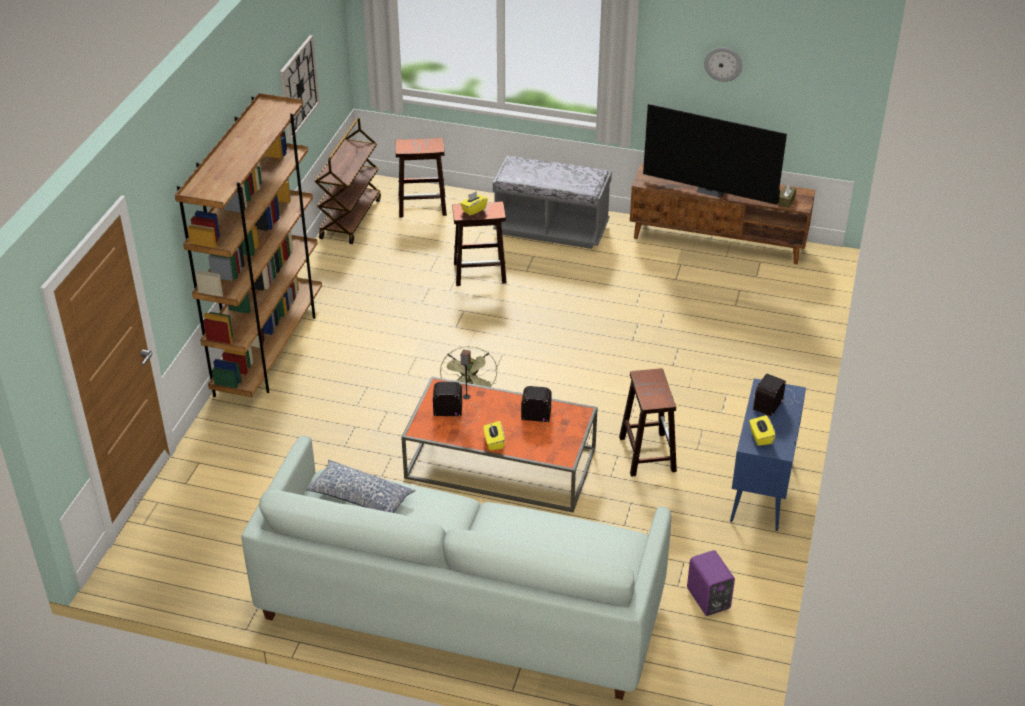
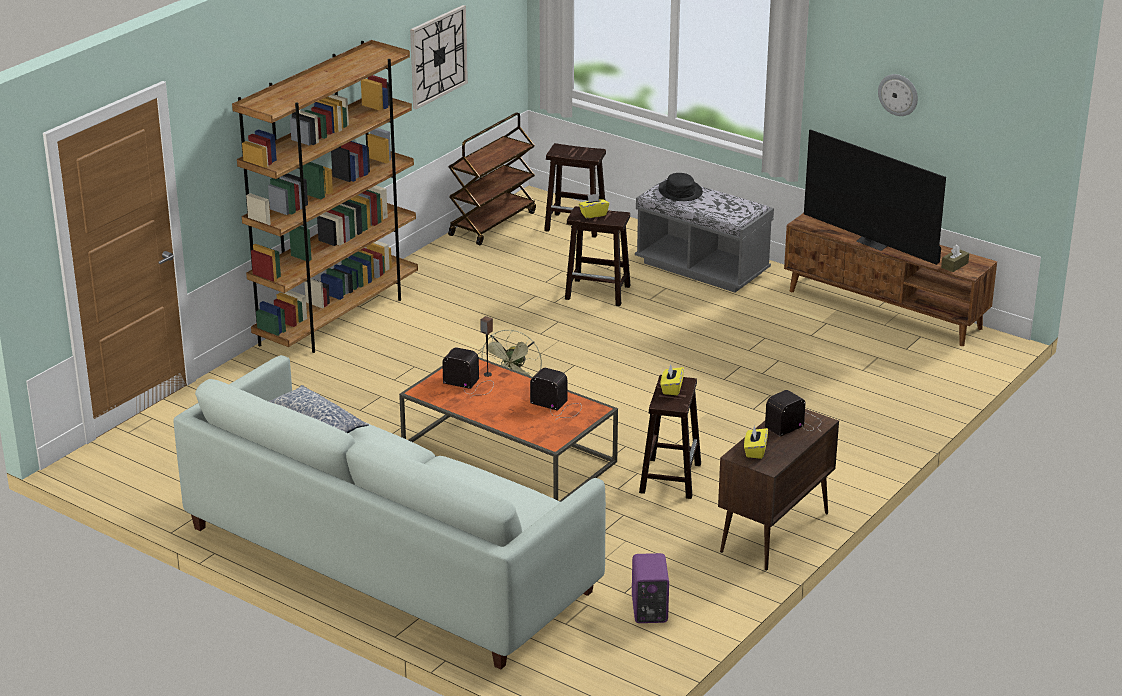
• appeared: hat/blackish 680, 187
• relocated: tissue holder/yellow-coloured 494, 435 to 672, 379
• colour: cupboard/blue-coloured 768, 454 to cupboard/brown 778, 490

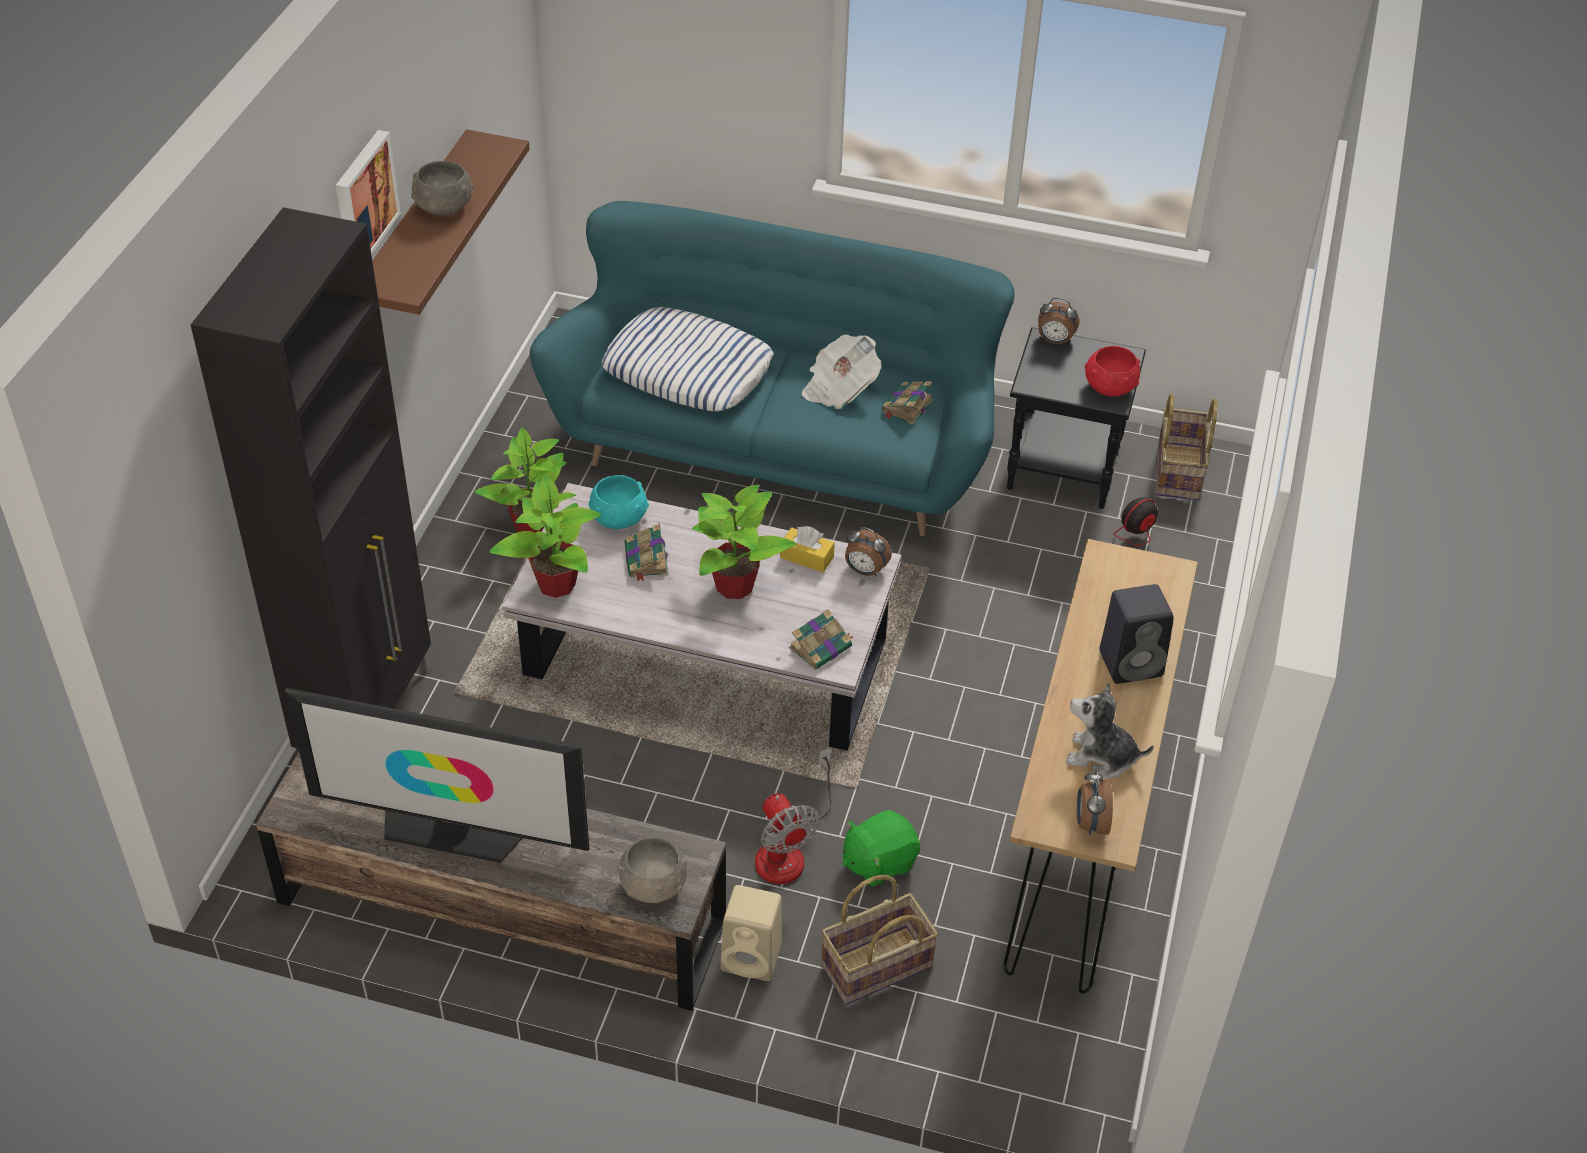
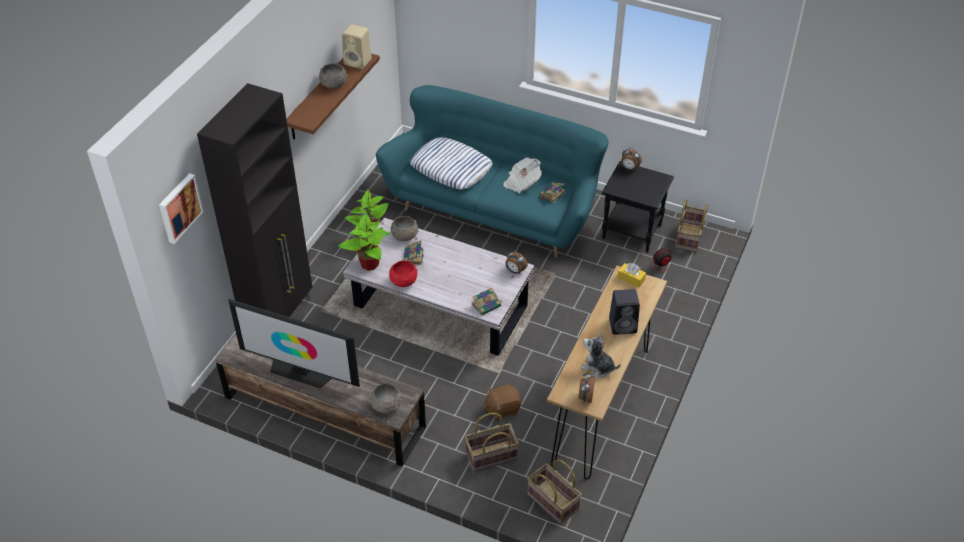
• missing: houseplant 744, 541
• missing: electric fan 793, 815
• appeared: basket 554, 492
• relocated: wall picture 368, 192 to 181, 208
• relocated: audio speaker/beige 751, 933 to 357, 46
• relocated: tissue holder/yellow-coloured 807, 549 to 632, 275
• relocated: bowl/red 1112, 371 to 403, 273
• colour: bowl/turquoise-coloured 618, 502 to bowl/greyish 405, 228
• colour: plush toy/green 881, 848 to plush toy/brown 502, 402

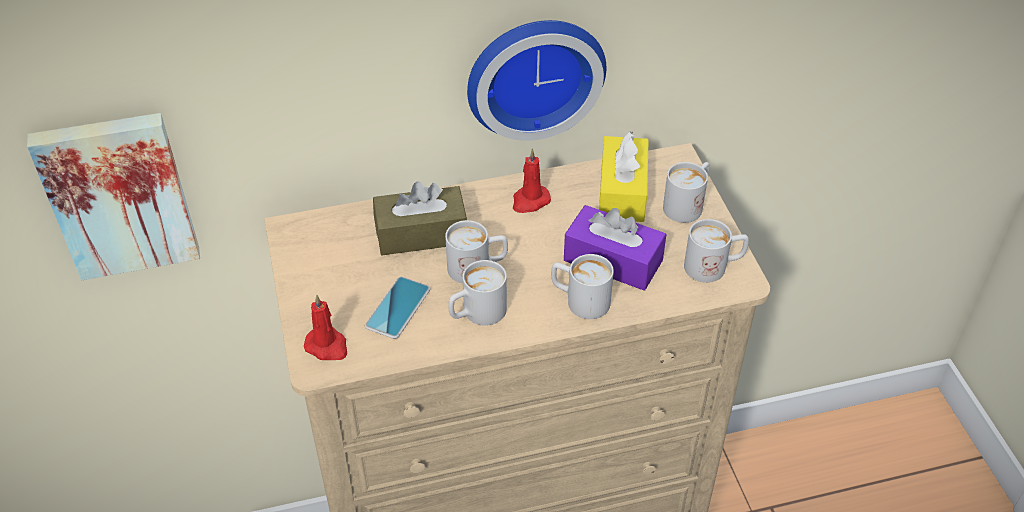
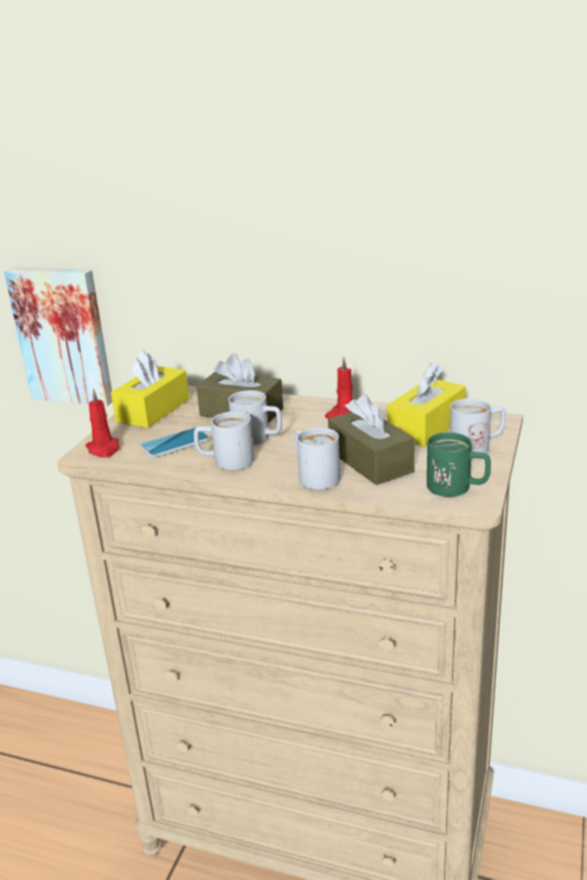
• missing: hanging clock 537, 80
• appeared: tissue holder/yellow-coloured 150, 389
• colour: tissue holder/purple-coloured 615, 248 to tissue holder/brown 371, 439
• colour: coffee mug/whitish 716, 251 to coffee mug/green 459, 464

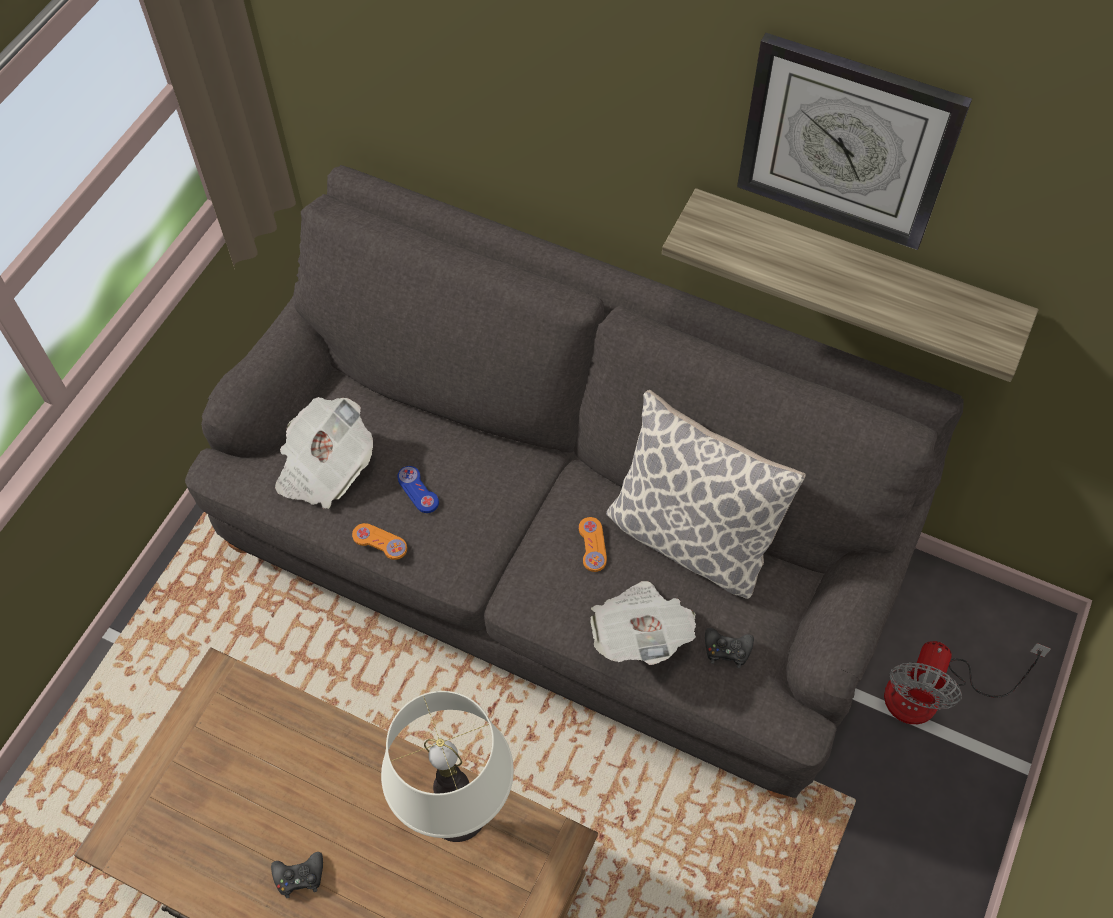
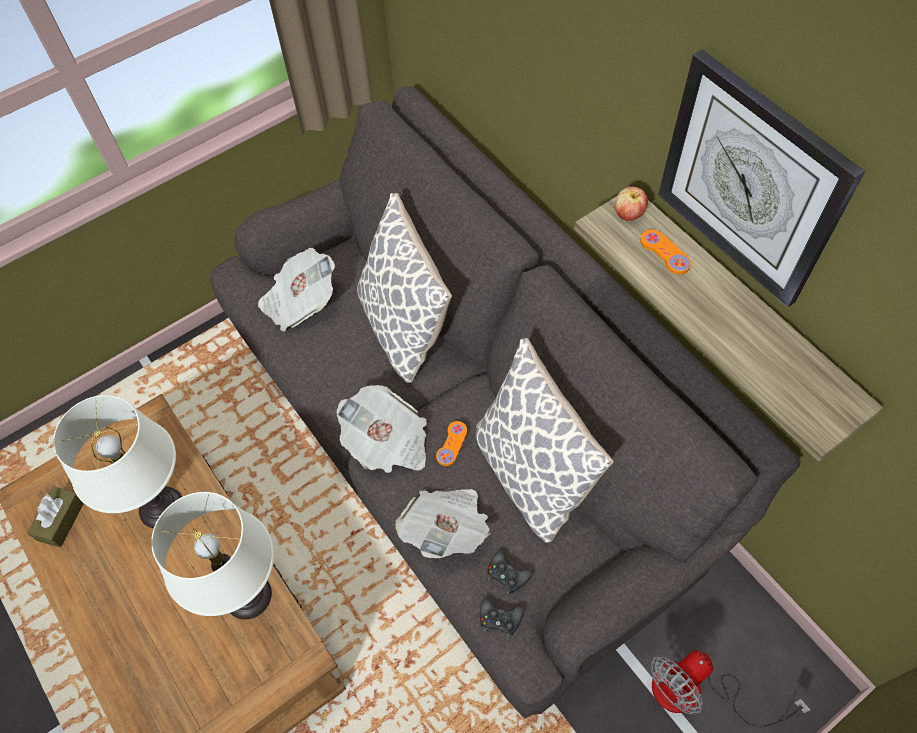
• missing: game controller/blue-coloured 418, 489
• appeared: tissue holder/brown 55, 516
• appeared: lamp for a table/whitish 117, 461
• appeared: daily paper 381, 429
• appeared: cushion 404, 288
• appeared: whole apple 631, 204
• relocated: game controller/blackish 297, 875 to 502, 618
• relocated: game controller/orange-coloured 379, 541 to 665, 252

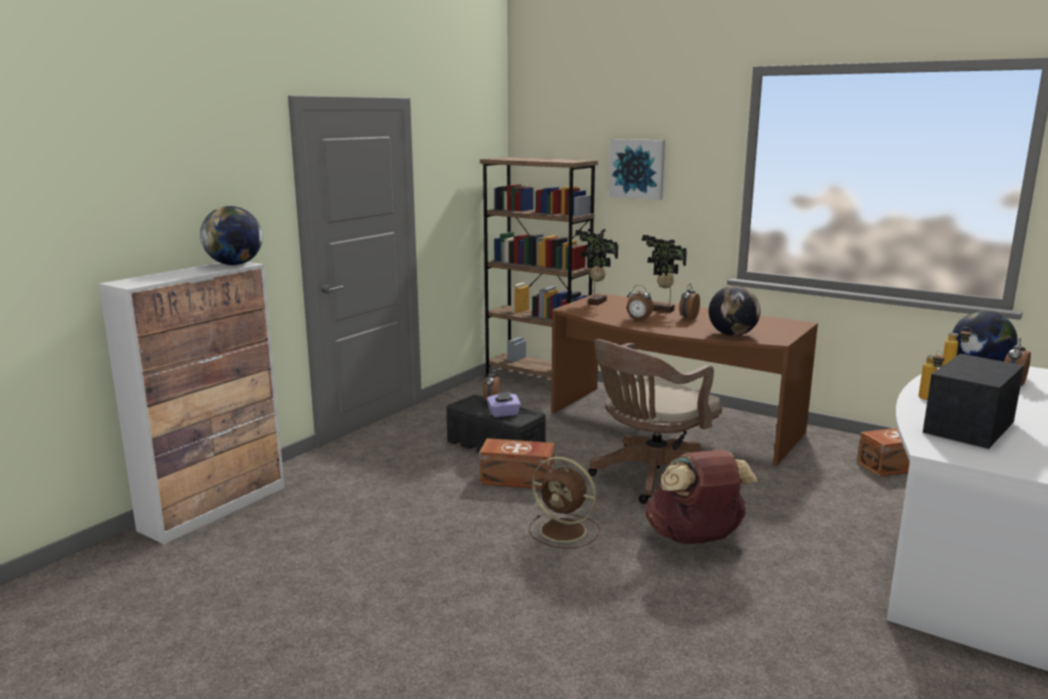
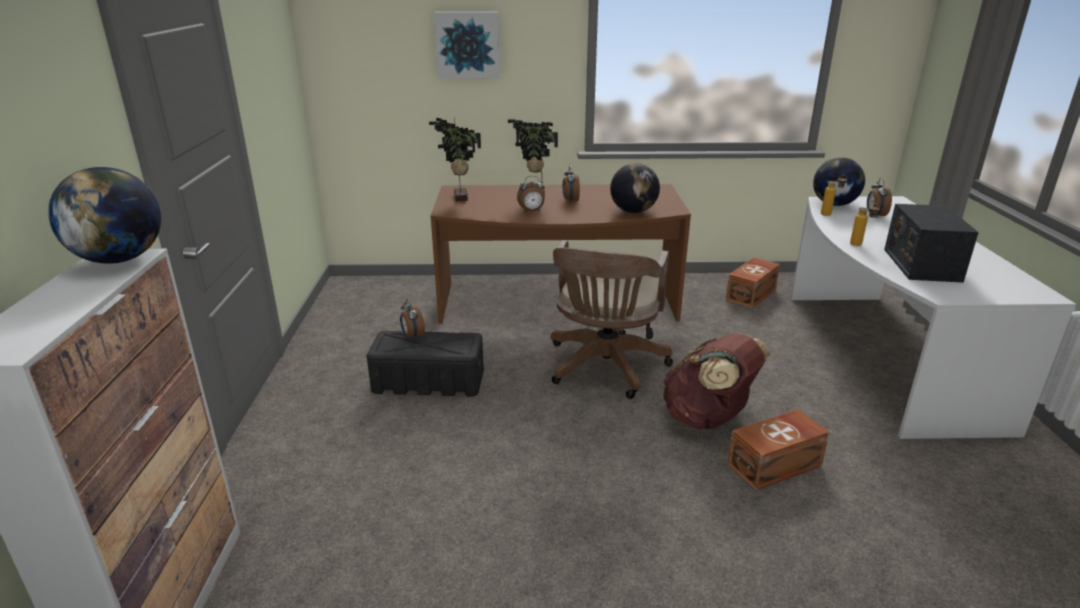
• missing: bookshelf/brown 539, 267
• missing: tissue holder/purple-coloured 504, 404
• missing: electric fan/brown 564, 503
• relocated: storage bin/brown 516, 463 to 778, 450

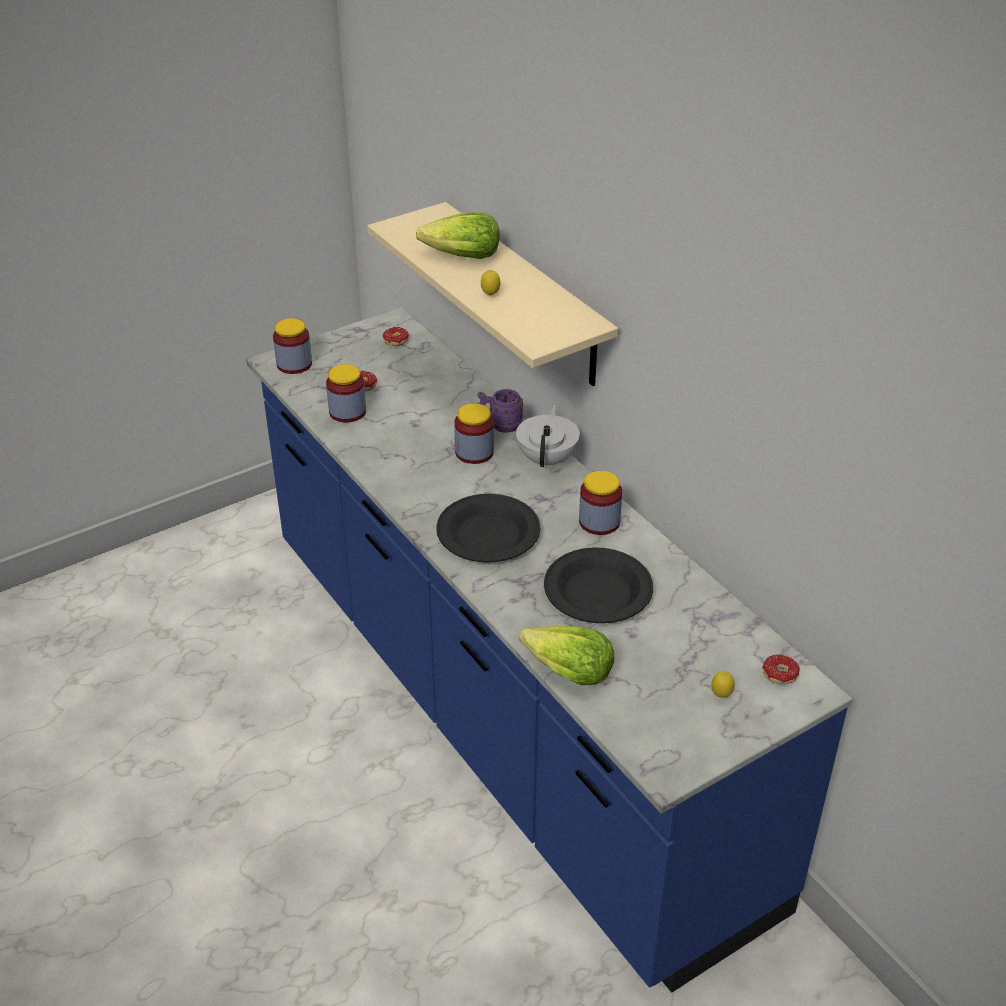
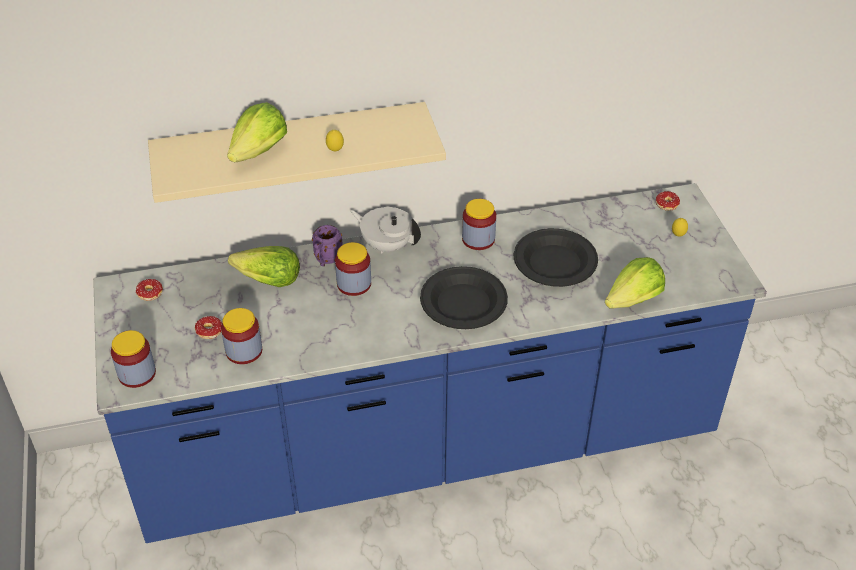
• appeared: lettuce 264, 266

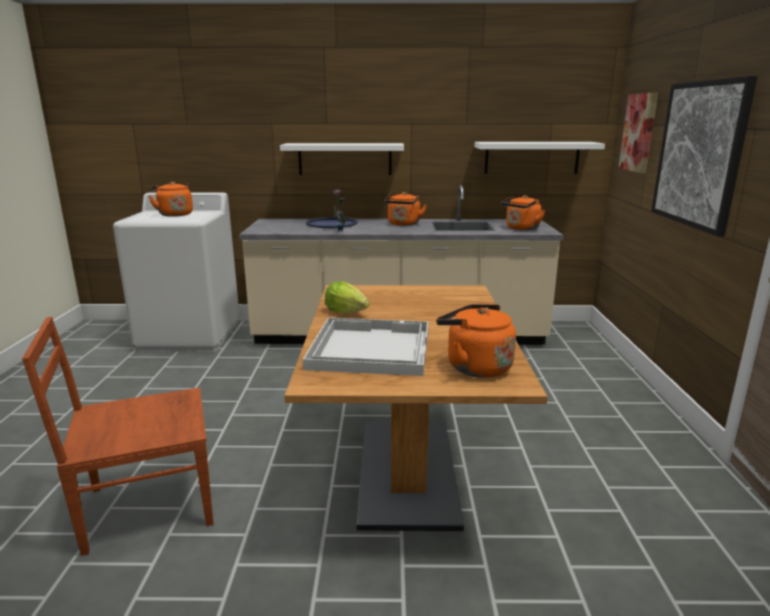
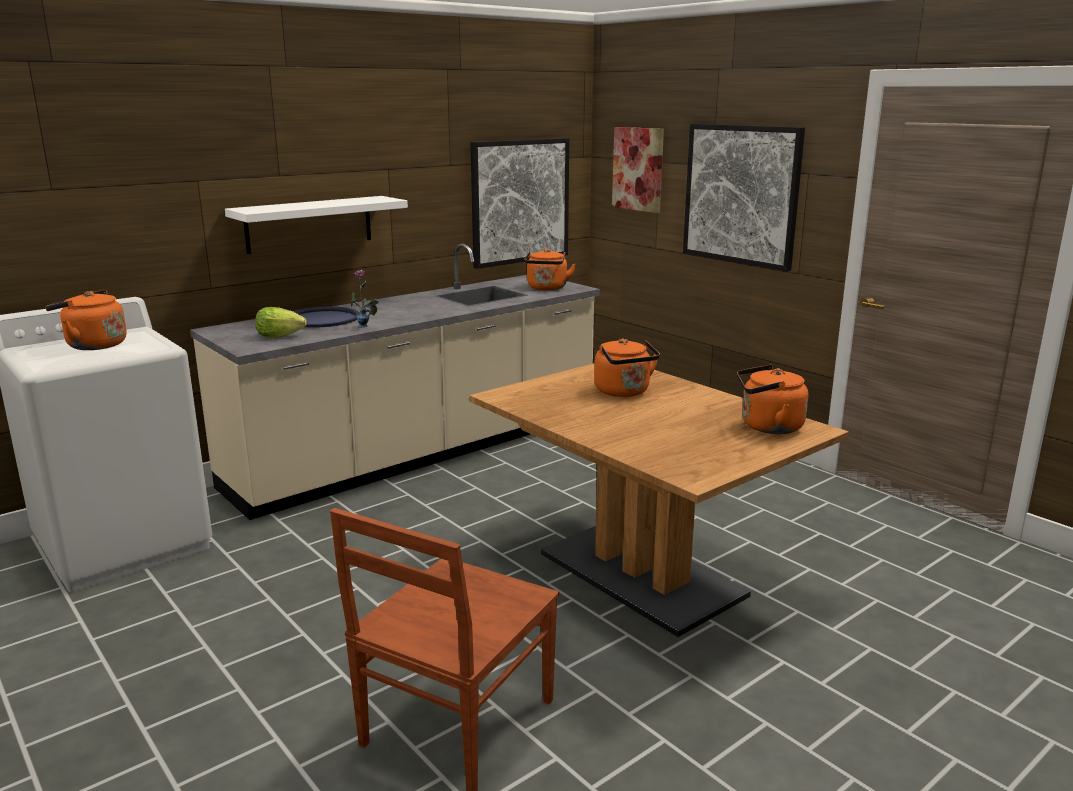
• missing: serving tray/whitish 365, 347
• relocated: lettuce 347, 297 to 281, 322
• relocated: kettle/orange-coloured 405, 209 to 627, 368
• exchanged: shelf/whitish 539, 158 to wall picture 519, 203

